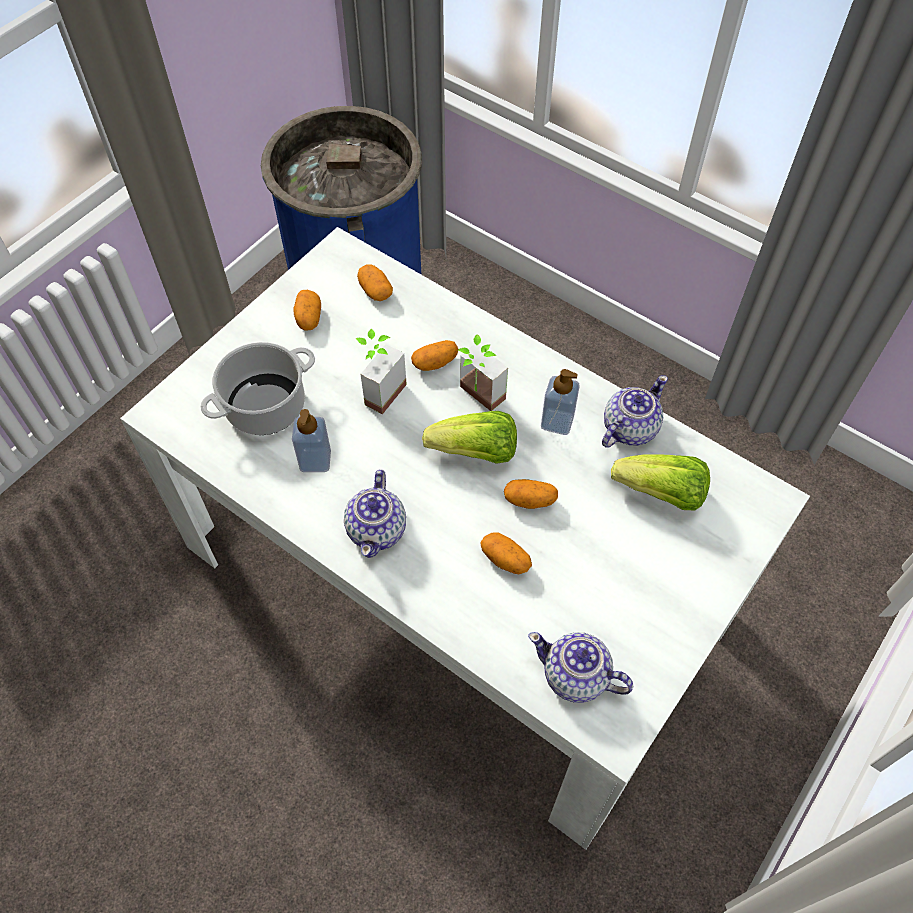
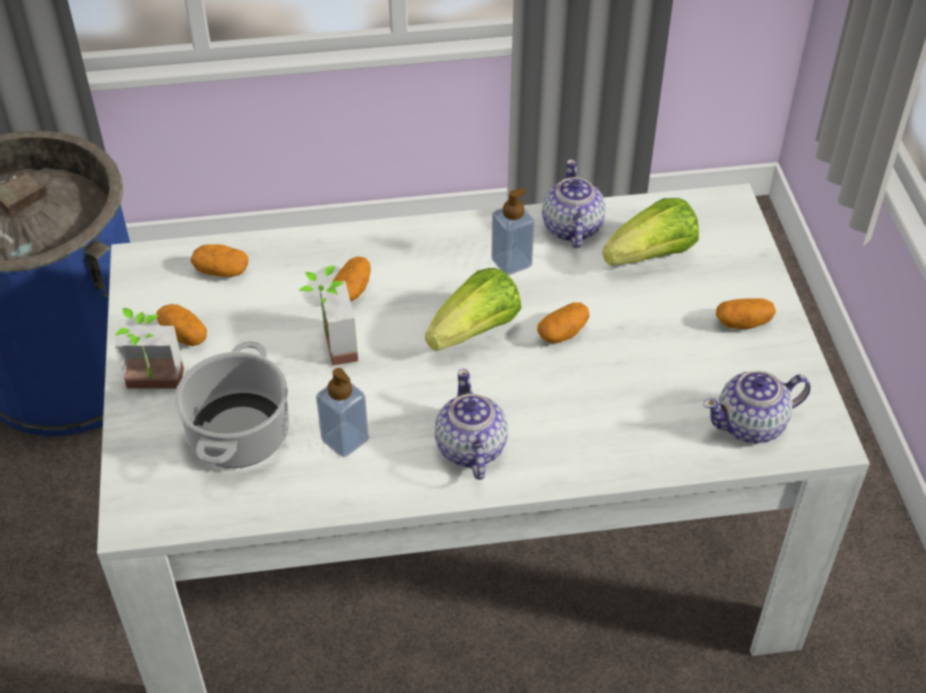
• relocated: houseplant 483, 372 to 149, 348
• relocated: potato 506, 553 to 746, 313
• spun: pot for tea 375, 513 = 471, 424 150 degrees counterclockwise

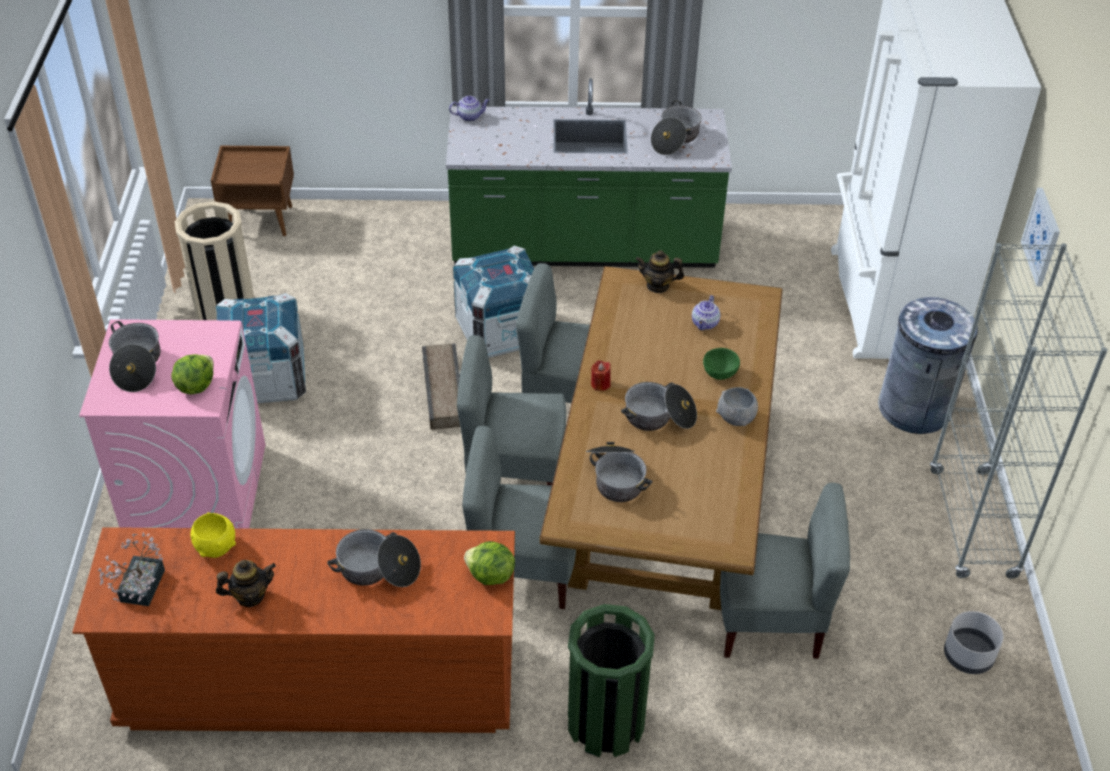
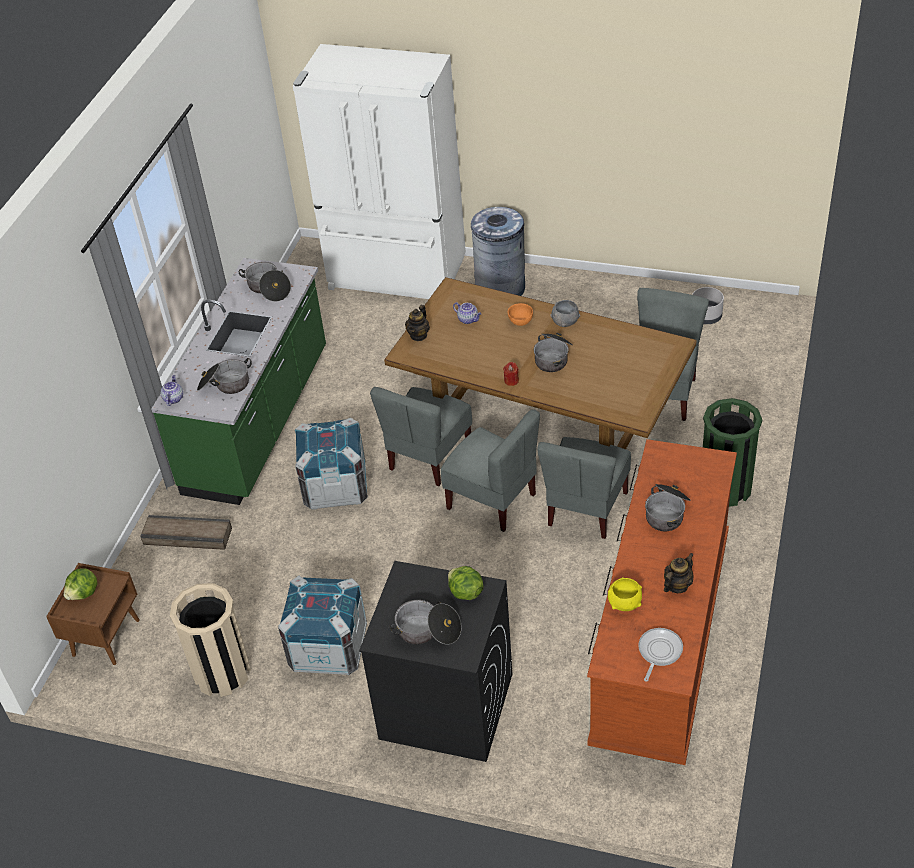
• missing: bookshelf/greyish 1019, 411
• missing: wall picture 1040, 237
• relocated: packing crate 441, 387 to 186, 532
• relocated: lettuce 489, 563 to 80, 584
• relocated: stockpot 619, 472 to 224, 376
• exchanged: houseplant 131, 569 to skillet 661, 655
• colour: washing machine/pinkish 172, 424 to washing machine/blackish 435, 661
• colour: bowl/green 721, 364 to bowl/orange-coloured 520, 314
• spun: pot for tea 246, 583 = 679, 573 45 degrees clockwise
• spun: plain chair/greyish 511, 410 = 490, 470 75 degrees counterclockwise

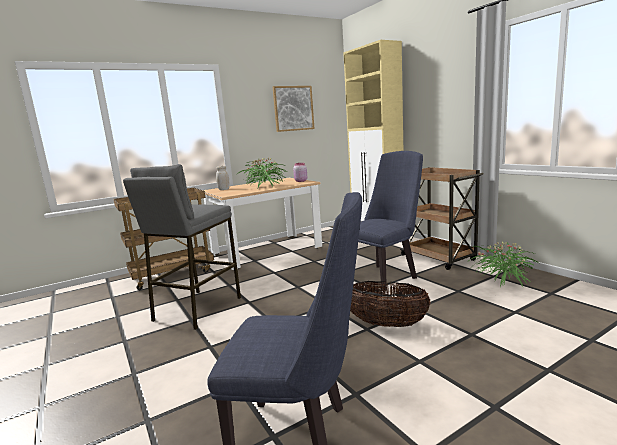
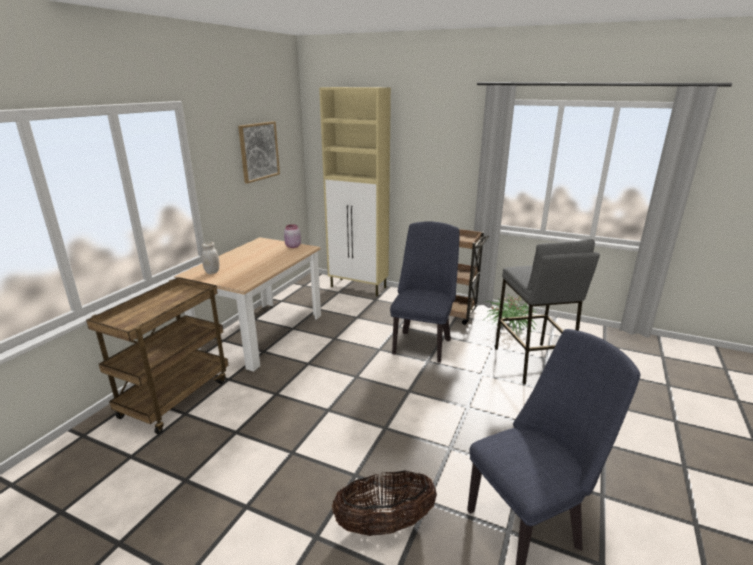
• missing: houseplant 262, 173
• relocated: stool seat/greyish 182, 247 to 547, 312
• relocated: basket 390, 304 to 384, 503

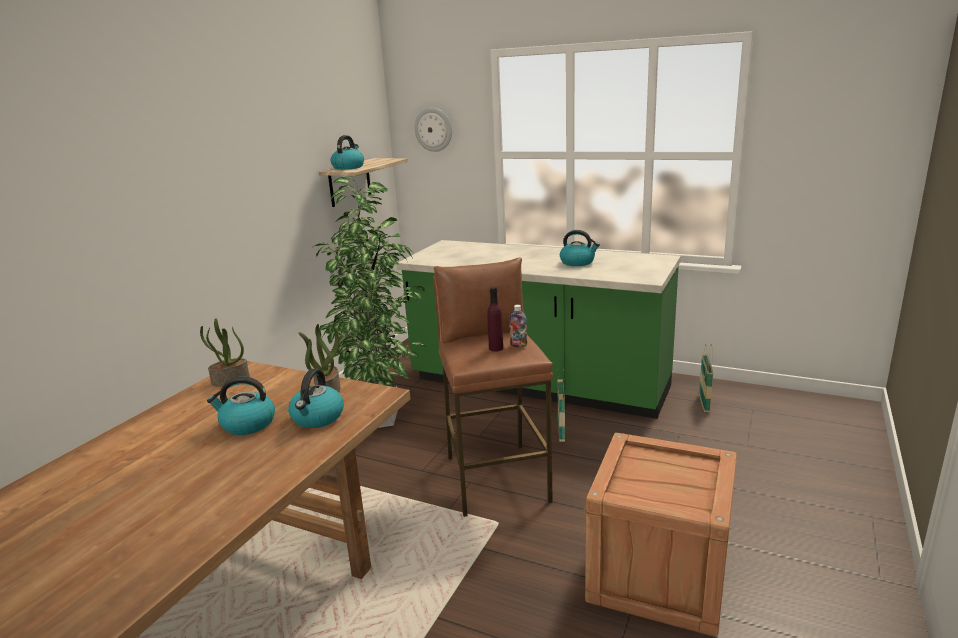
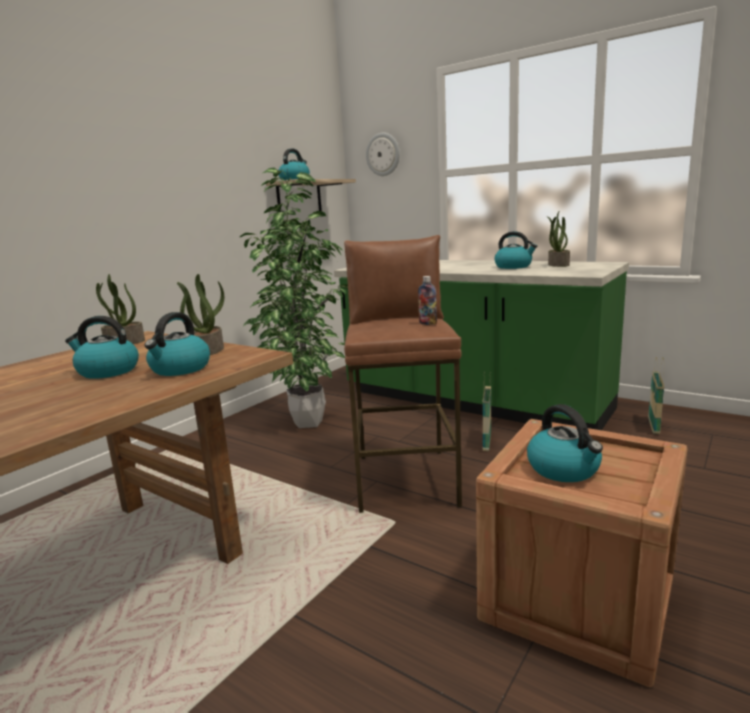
• missing: drink bottle/purple-coloured 495, 319
• appeared: kettle 565, 443
• appeared: houseplant 558, 239

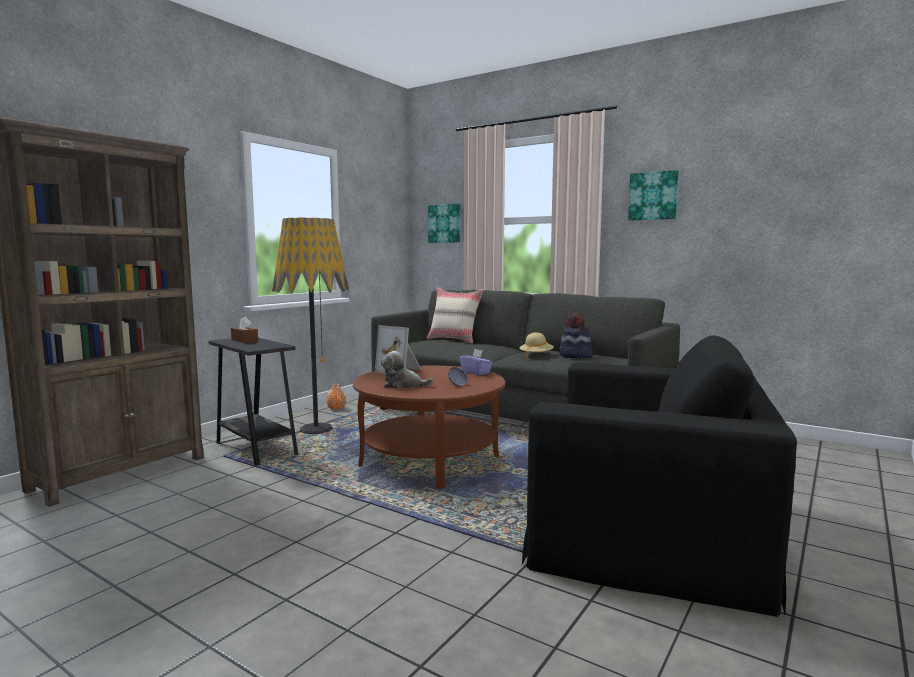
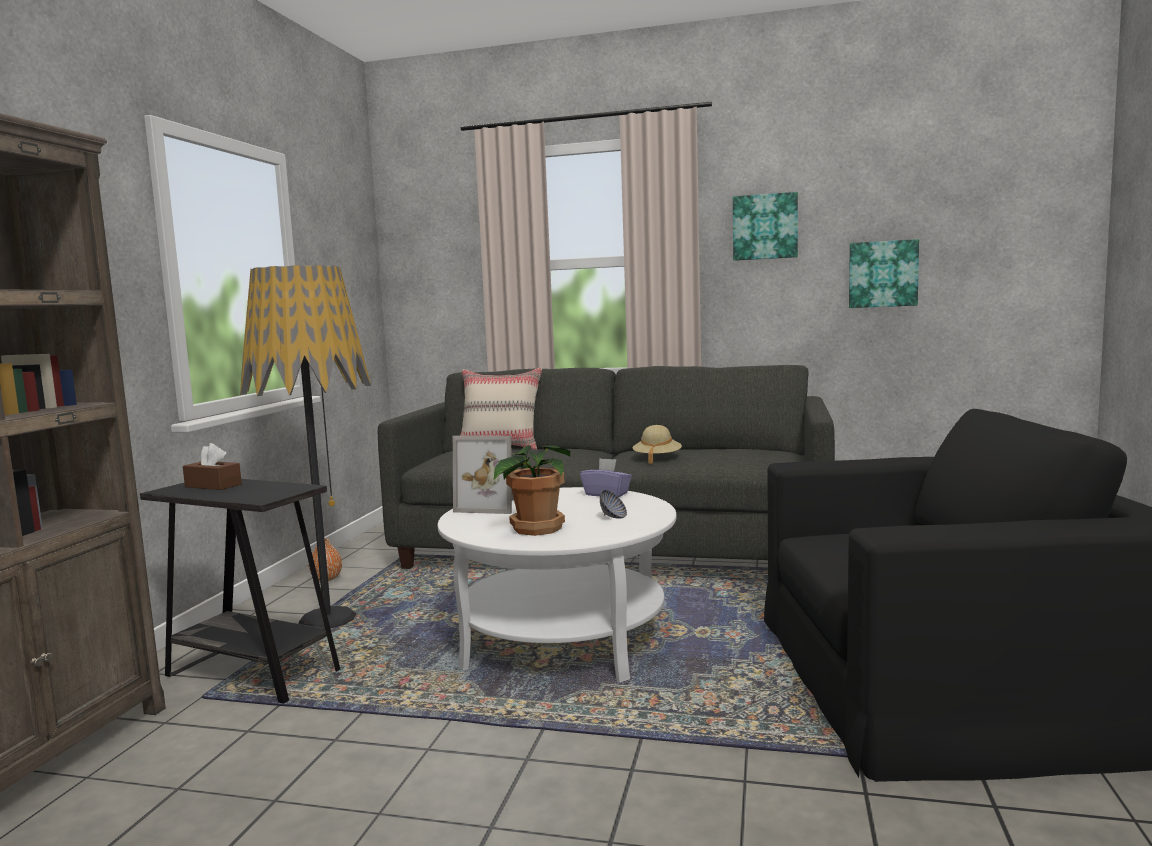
• missing: hat 576, 335
• relocated: wall picture 444, 223 to 884, 273
• exchanged: plush toy 407, 370 to houseplant 531, 490
• colour: low table/brown 429, 427 to low table/whitish 557, 584

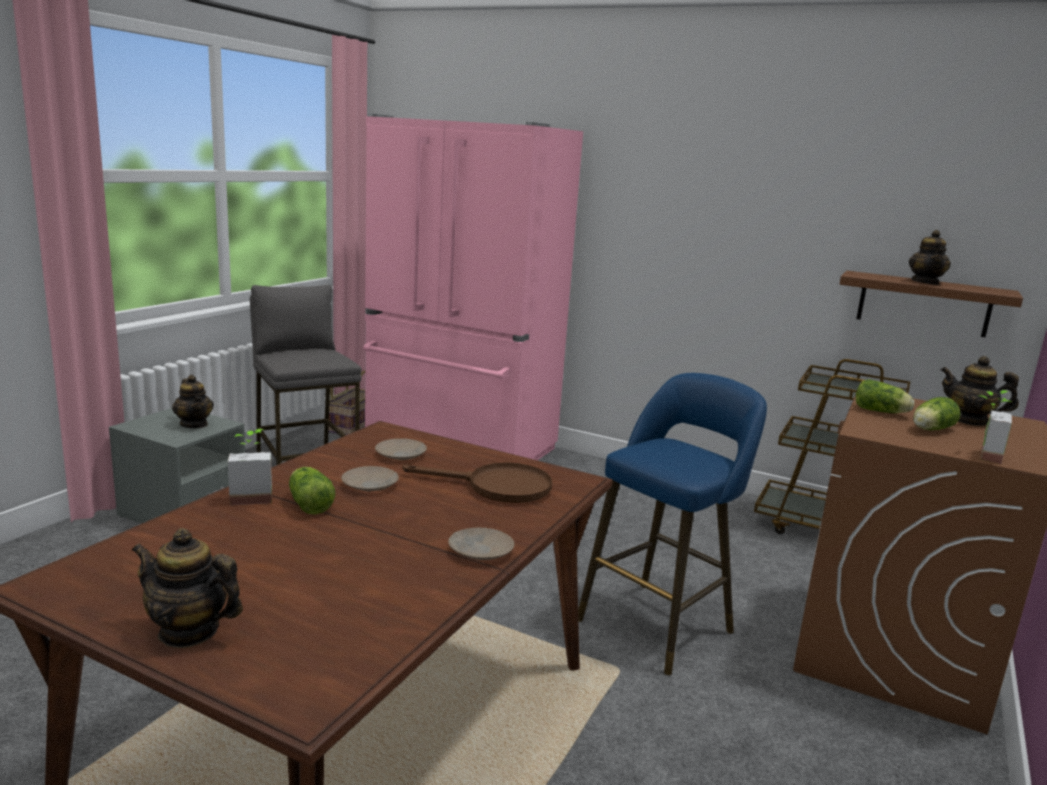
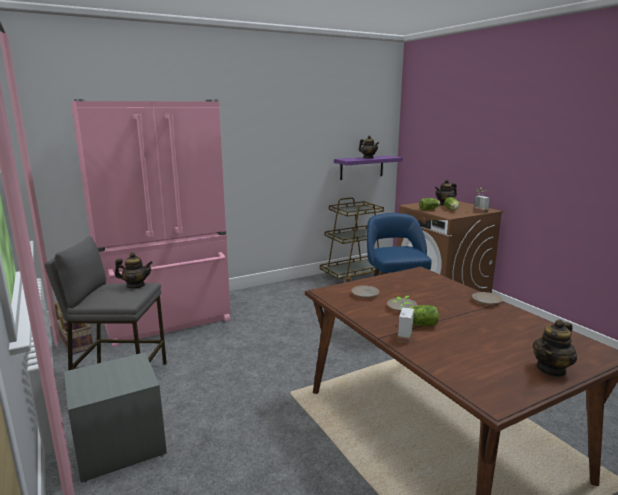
• missing: skillet/brown 477, 482
• relocated: pot for tea 193, 401 to 133, 270
• colour: shelf/brown 931, 304 to shelf/purple-coloured 368, 168

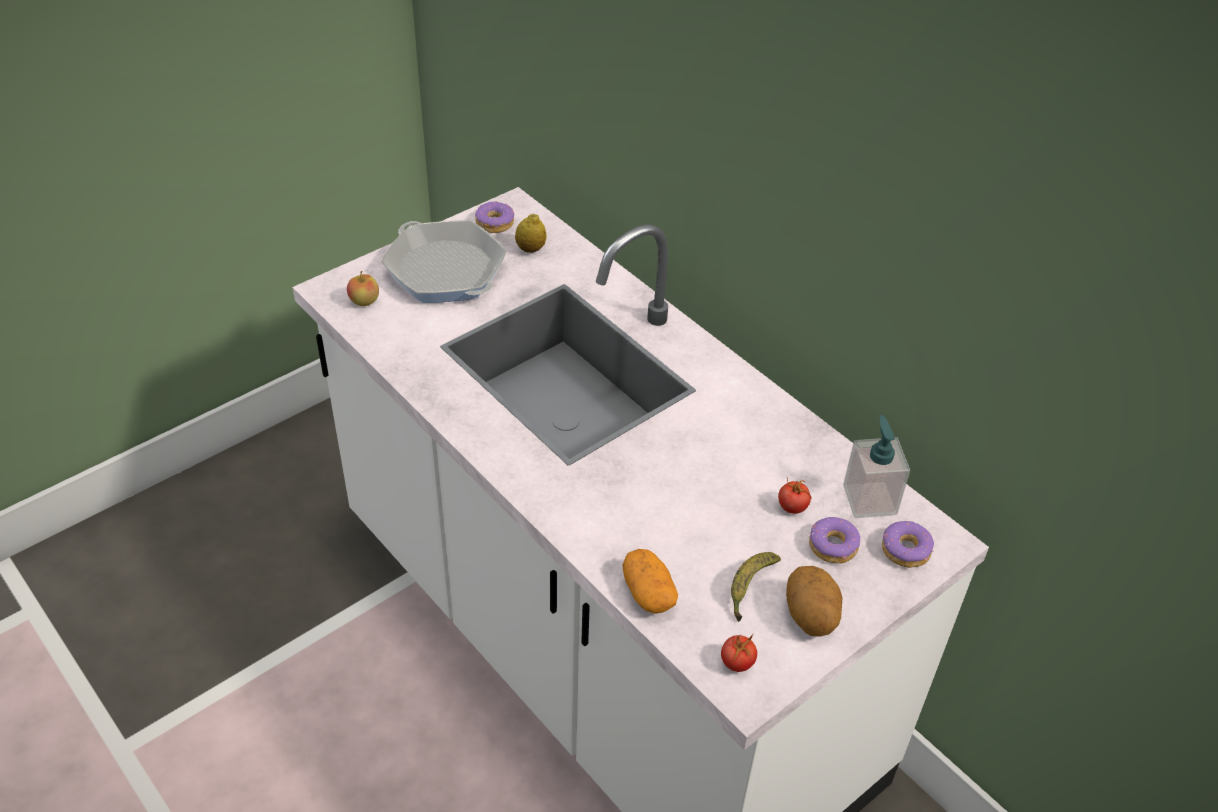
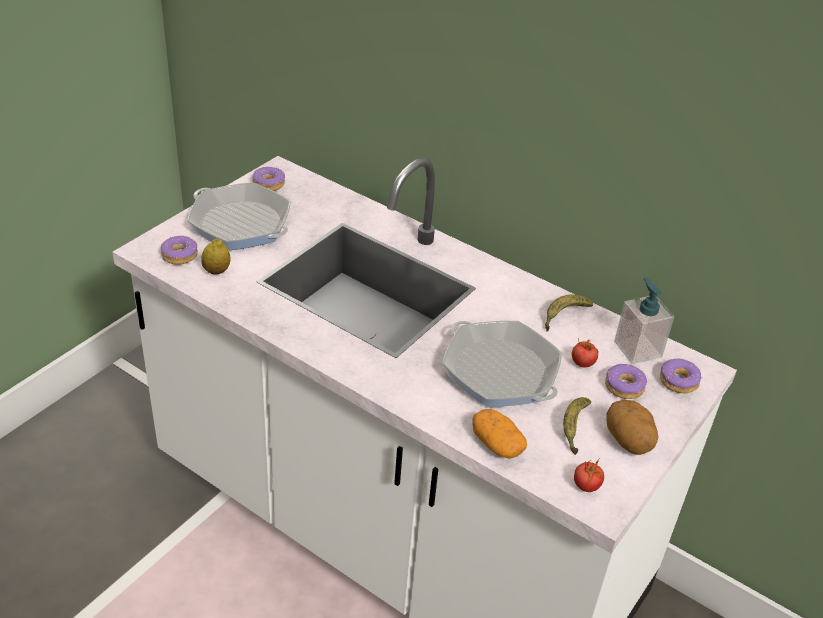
• appeared: skillet 502, 364
• appeared: whole banana 569, 312
• relocated: citrus fruit 531, 233 to 216, 257
• exchanged: whole apple 363, 288 to doughnut 179, 250

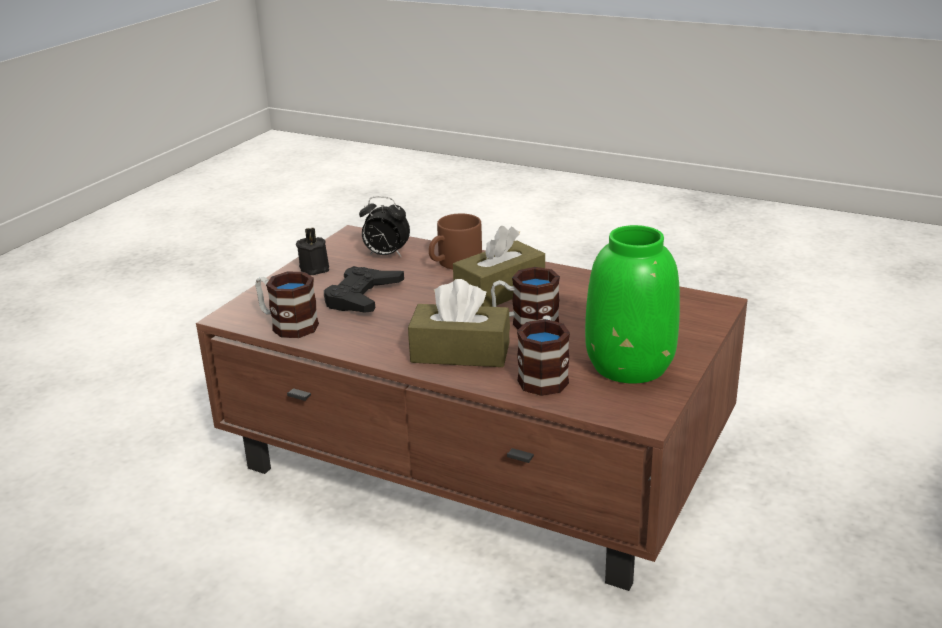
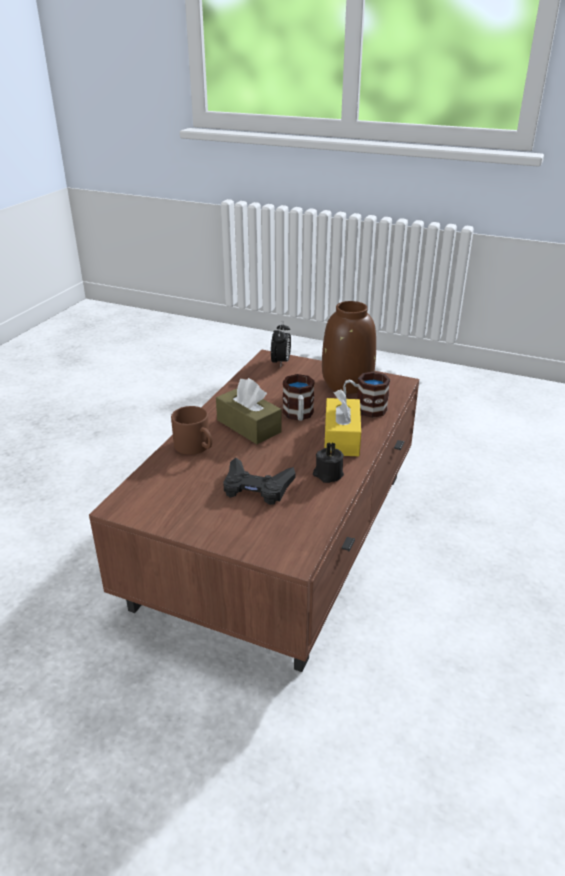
• missing: coffee mug 287, 304
• relocated: wax candle/blackish 312, 251 to 328, 463
• relocated: table clock 384, 226 to 281, 344
• colour: tissue holder/brown 459, 323 to tissue holder/yellow-coloured 343, 422
• colour: decorative vase/green 632, 304 to decorative vase/brown 349, 347

